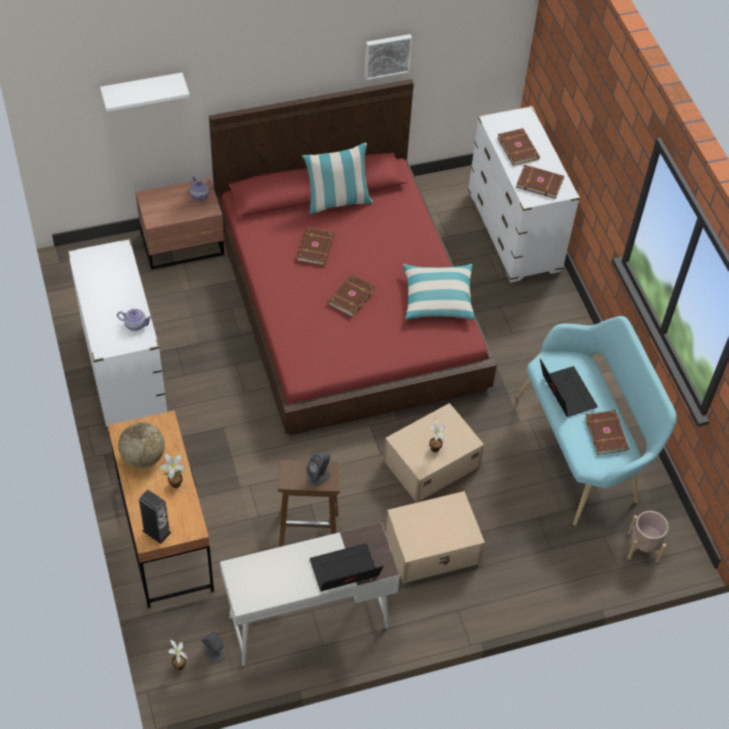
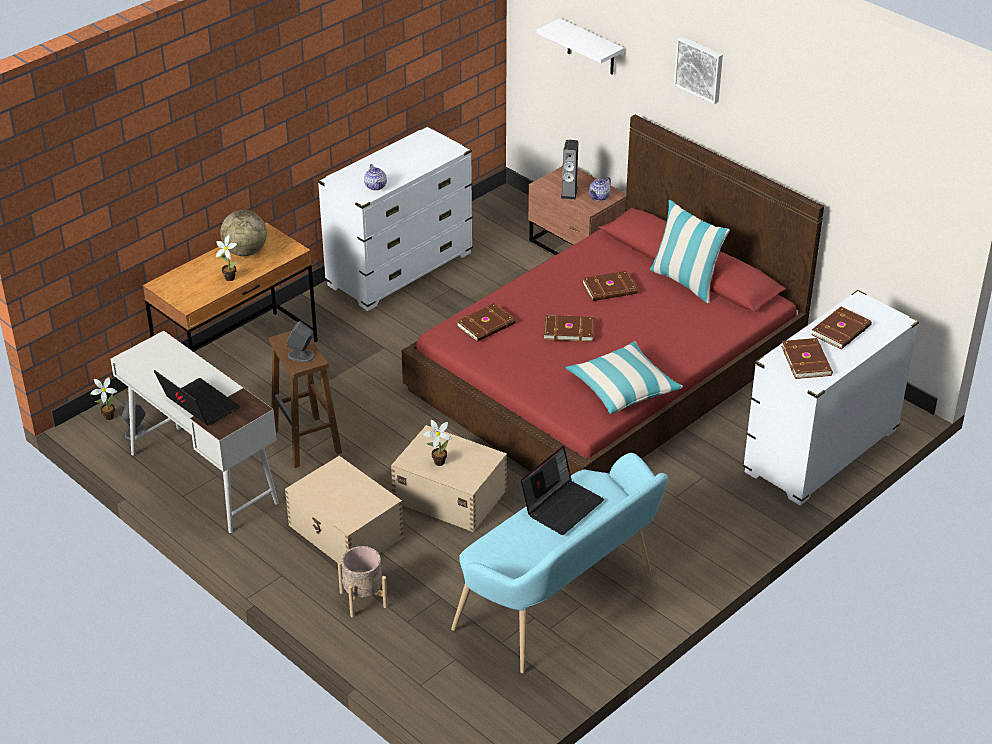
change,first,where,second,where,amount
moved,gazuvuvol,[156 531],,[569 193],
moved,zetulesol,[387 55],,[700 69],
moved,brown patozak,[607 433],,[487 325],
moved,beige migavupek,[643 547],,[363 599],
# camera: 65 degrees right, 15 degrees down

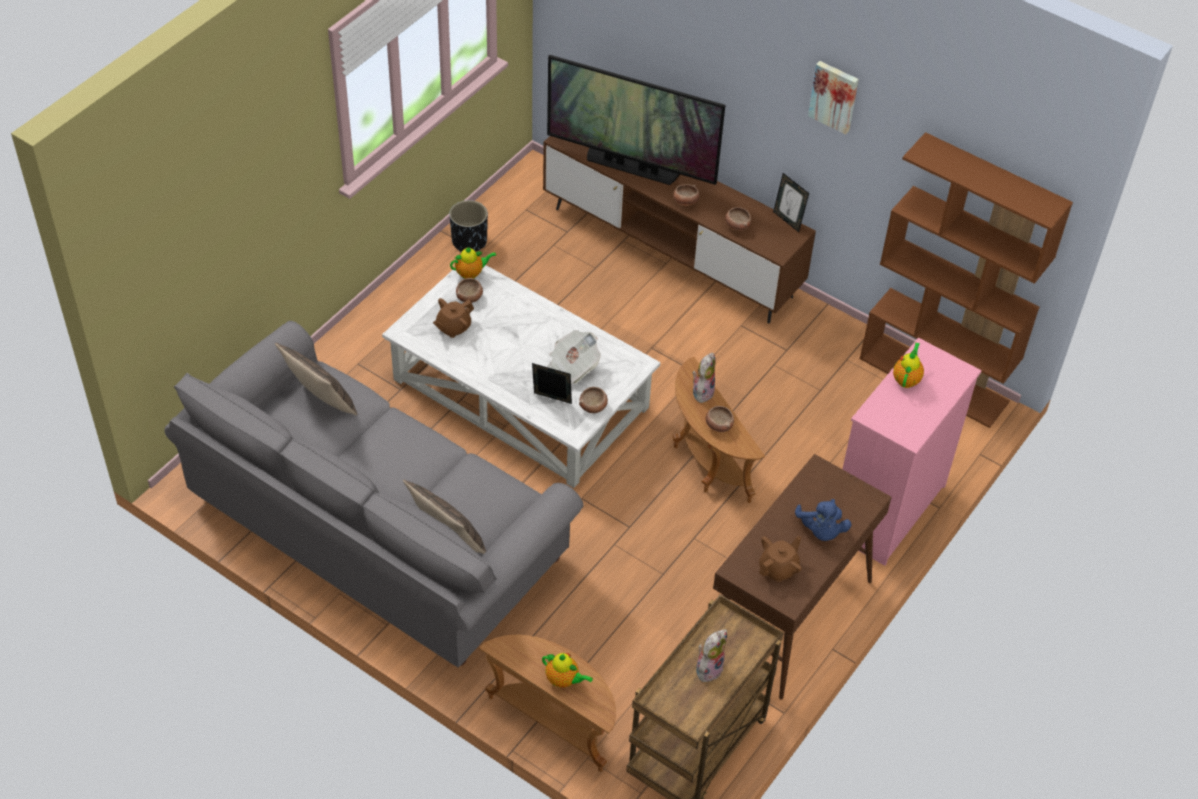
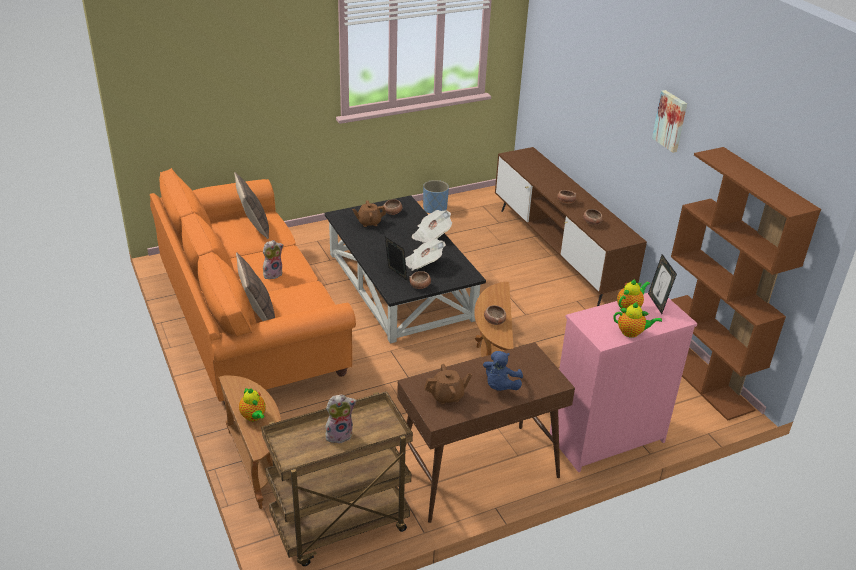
change,first,where,second,where,amount
removed,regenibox,[631 166],,,
added,,,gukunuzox,[431 236],
moved,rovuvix,[471 273],,[632 333],
moved,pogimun,[702 391],,[273 273],
moved,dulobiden,[788 220],,[657 303],
recoloured,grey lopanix,[378 528],orange lopanix,[251 318],
recoloured,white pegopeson,[518 394],black pegopeson,[398 285],
recoloured,black migavupek,[469 241],blue migavupek,[435 209],
# camera: 30 degrees right, 15 degrees down

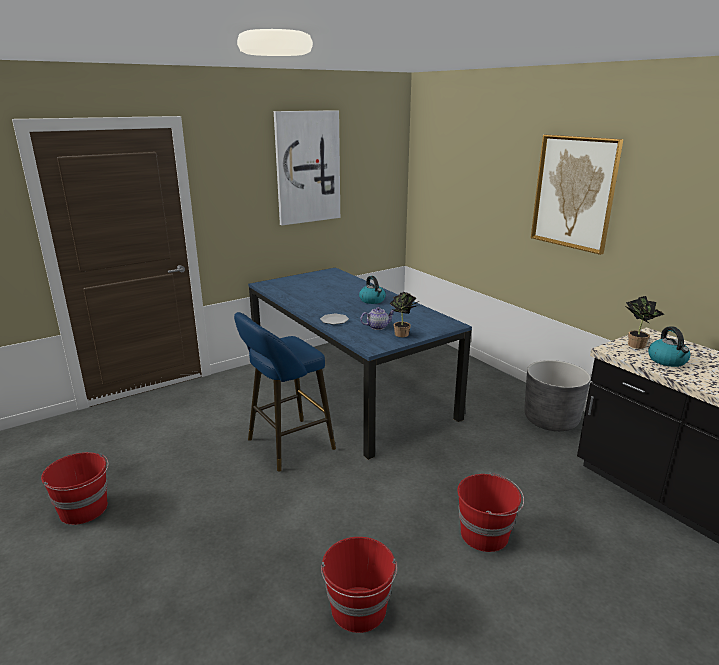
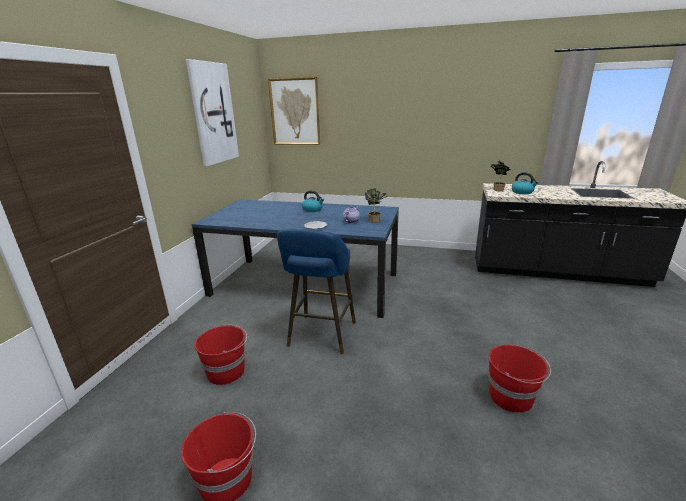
change,first,where,second,where,amount
removed,grey migavupek,[551 420],,,
moved,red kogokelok,[485 534],,[227 371],
moved,zetulesol,[574 193],,[295 112],
# camera: 40 degrees left, 0 degrees up

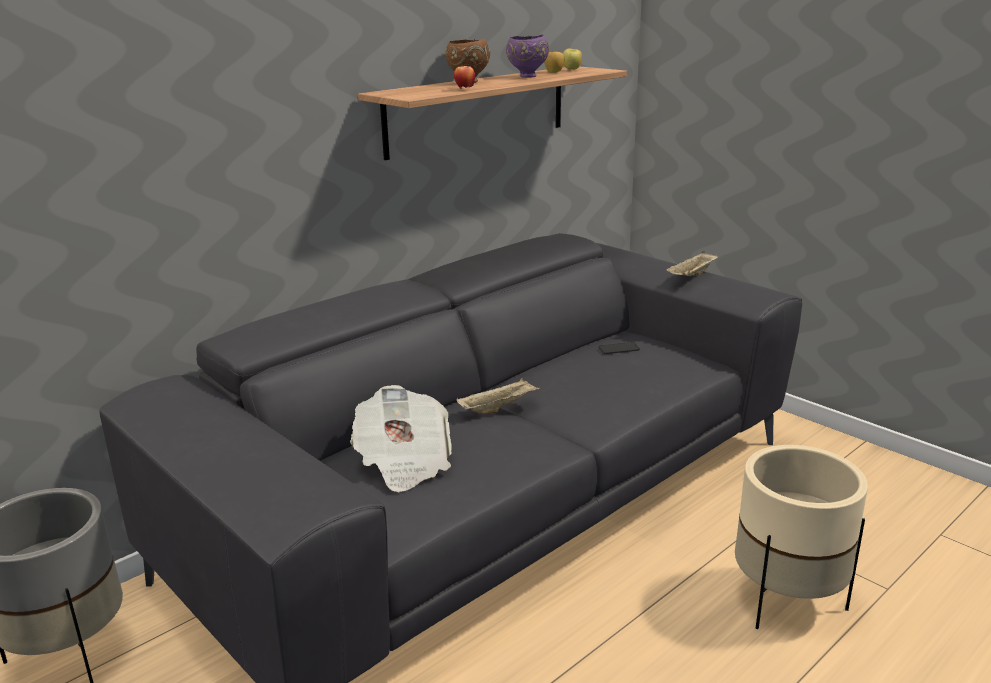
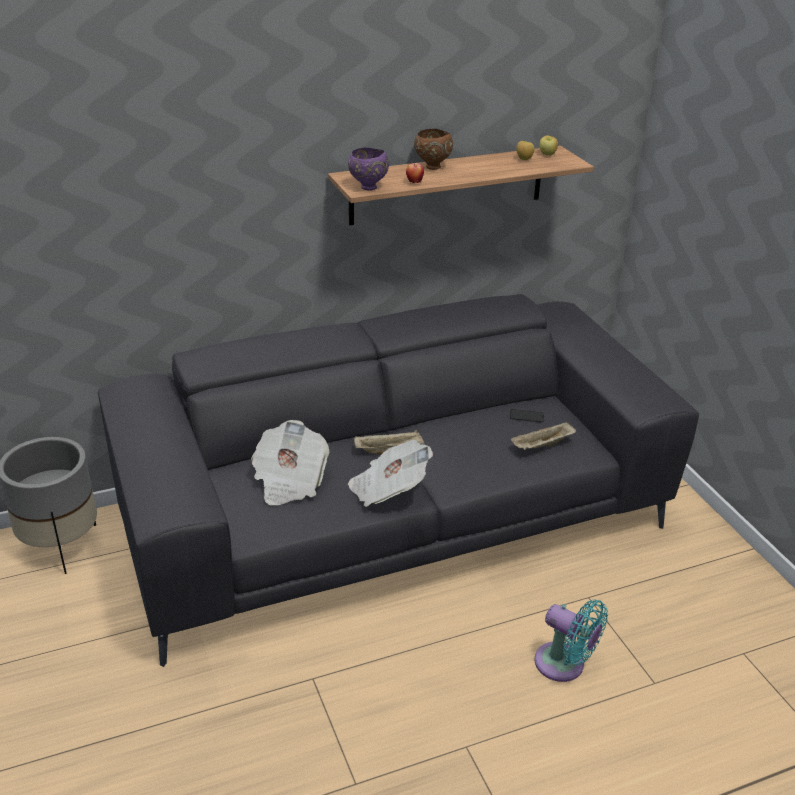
change,first,where,second,where,amount
added,,,gukunuzox,[388 489],
moved,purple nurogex,[526 76],,[367 187],
moved,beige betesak,[692 276],,[542 446],
replaced,beige migavupek,[787 600],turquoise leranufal,[564 665],
# camera: 20 degrees right, 10 degrees up

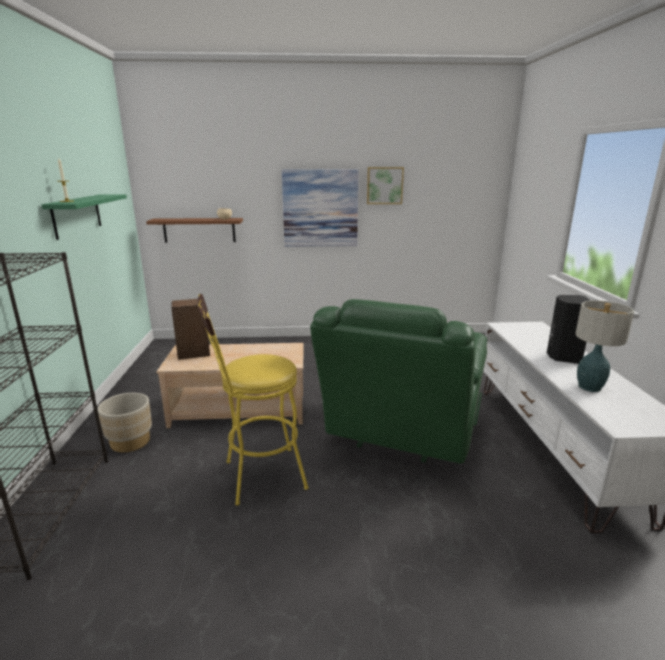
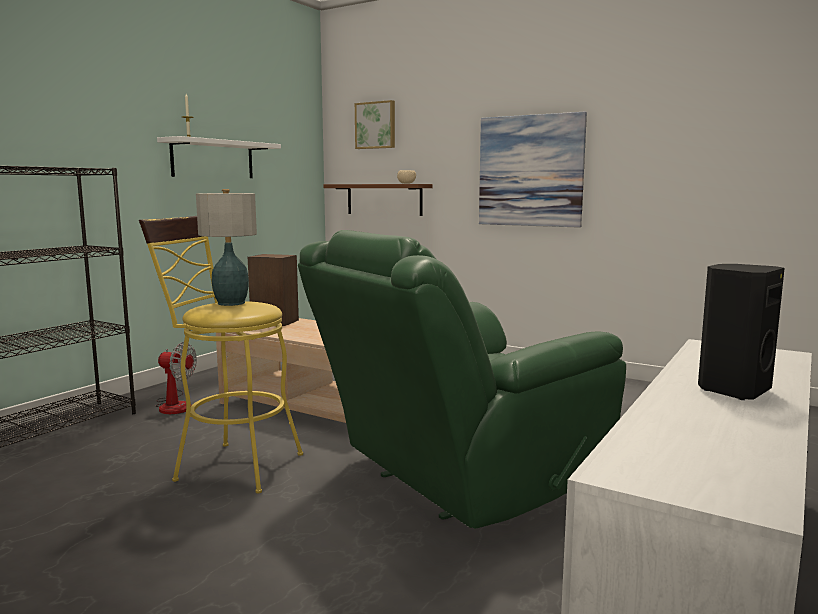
change,first,where,second,where,amount
moved,zetulesol,[384 185],,[376 125],
moved,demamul,[589 387],,[231 303],
replaced,beige migavupek,[130 442],leranufal,[174 405],
recoloured,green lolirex,[77 215],white lolirex,[213 159],
# camera: 35 degrees right, 10 degrees down

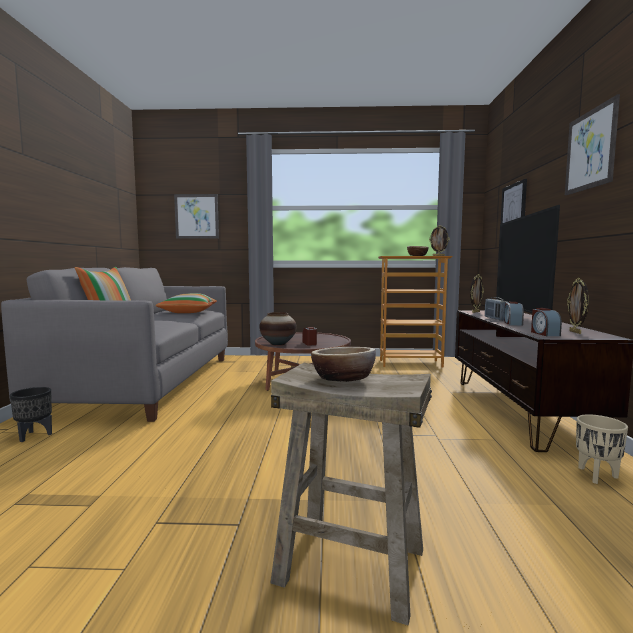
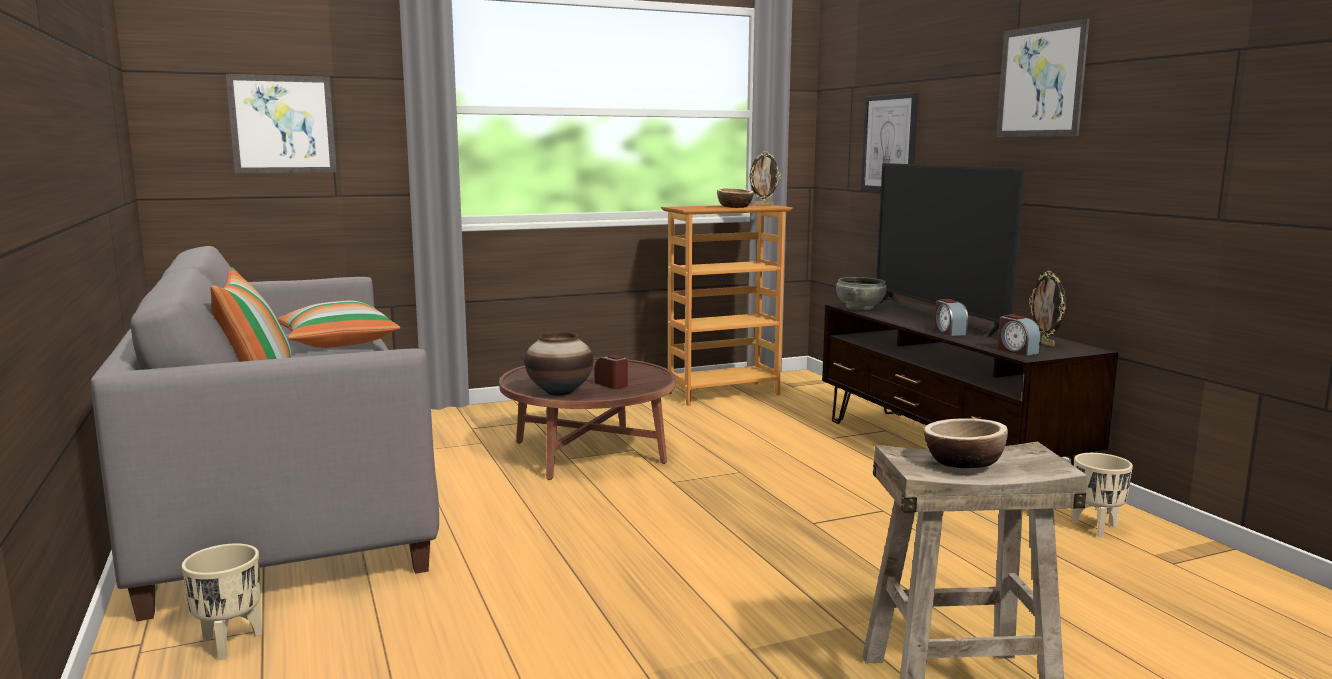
change,first,where,second,where,amount
removed,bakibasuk,[495 319],,,
replaced,dulobiden,[475 312],grey nurogex,[859 307],
recoloured,black migavupek,[34 435],beige migavupek,[229 643],
# camera: 25 degrees left, 5 degrees up

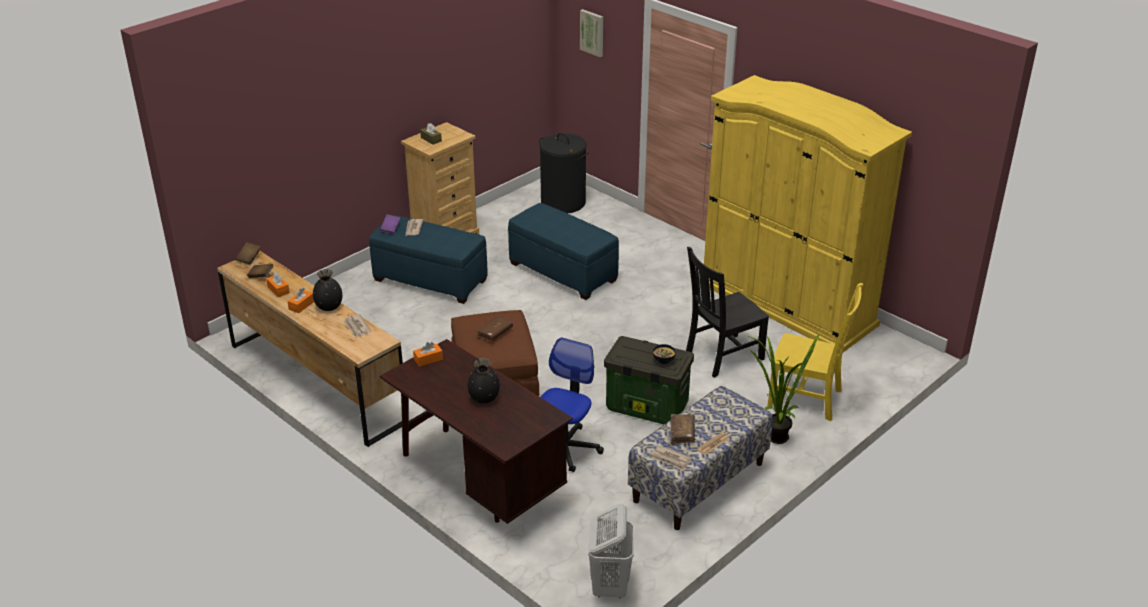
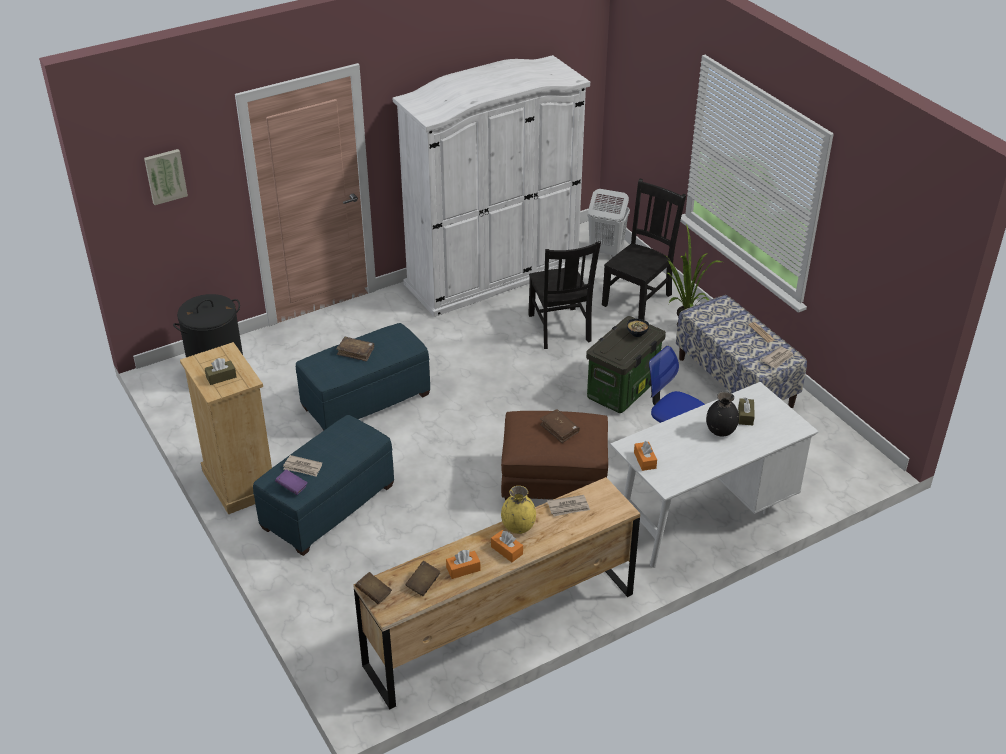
change,first,where,second,where,amount
added,,,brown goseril,[745 416],
moved,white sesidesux,[610 586],,[605 252],
moved,brown patozak,[682 433],,[356 352],
recoloured,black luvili,[329 307],yellow luvili,[518 526],
recoloured,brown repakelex,[478 480],white repakelex,[704 517],
recoloured,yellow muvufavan,[787 303],white muvufavan,[493 275],
recoloured,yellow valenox,[807 399],black valenox,[638 298],
# camera: 75 degrees left, 5 degrees up

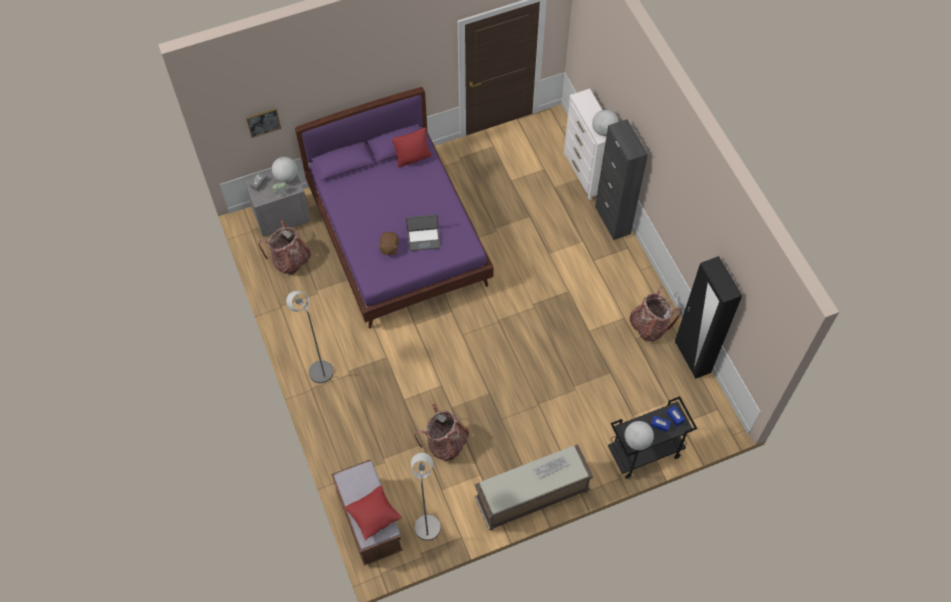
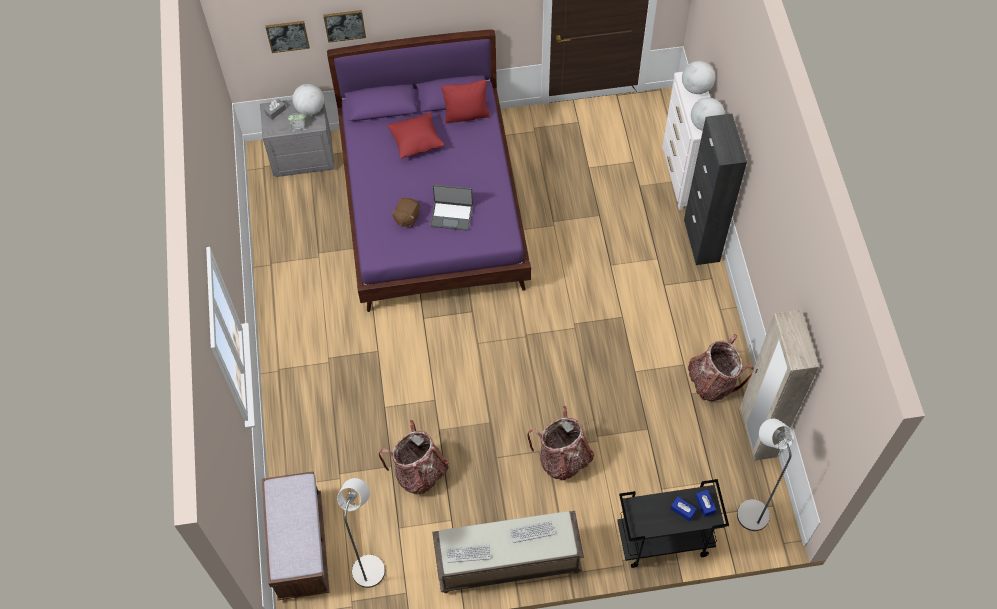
change,first,where,second,where,amount
added,,,zetulesol,[344 25],
added,,,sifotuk,[468 553],
moved,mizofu,[290 260],,[563 458],
moved,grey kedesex,[318 368],,[750 509],
moved,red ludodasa,[374 516],,[416 143],
moved,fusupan,[637 441],,[696 88],
recoloured,black muvufavan,[692 357],beige muvufavan,[757 433],
# camera: 15 degrees right, 0 degrees up

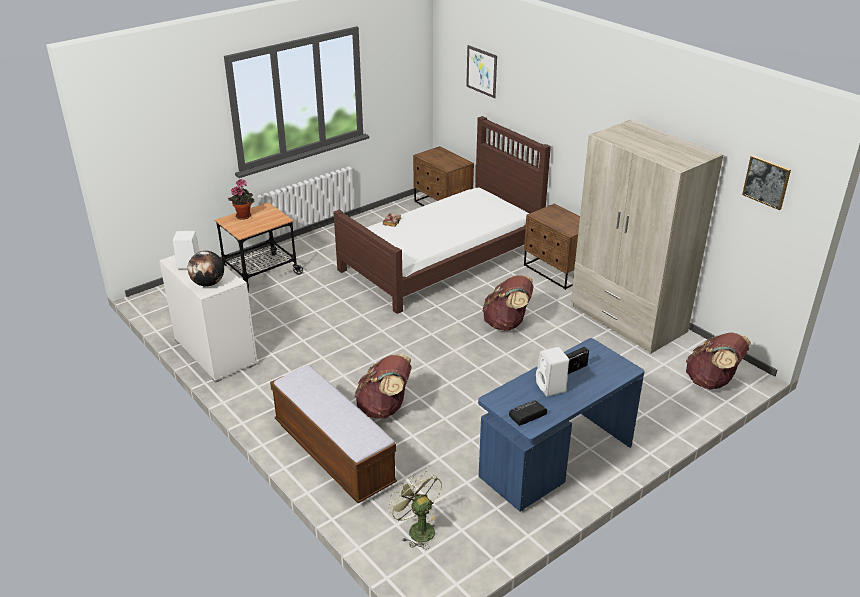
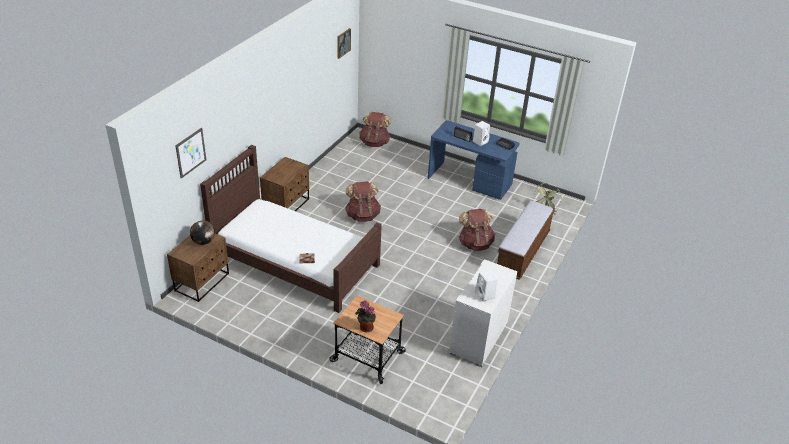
change,first,where,second,where,amount
removed,beige muvufavan,[627 319],,,
moved,fusupan,[208 284],,[203 242],
# camera: 115 degrees left, 5 degrees up

